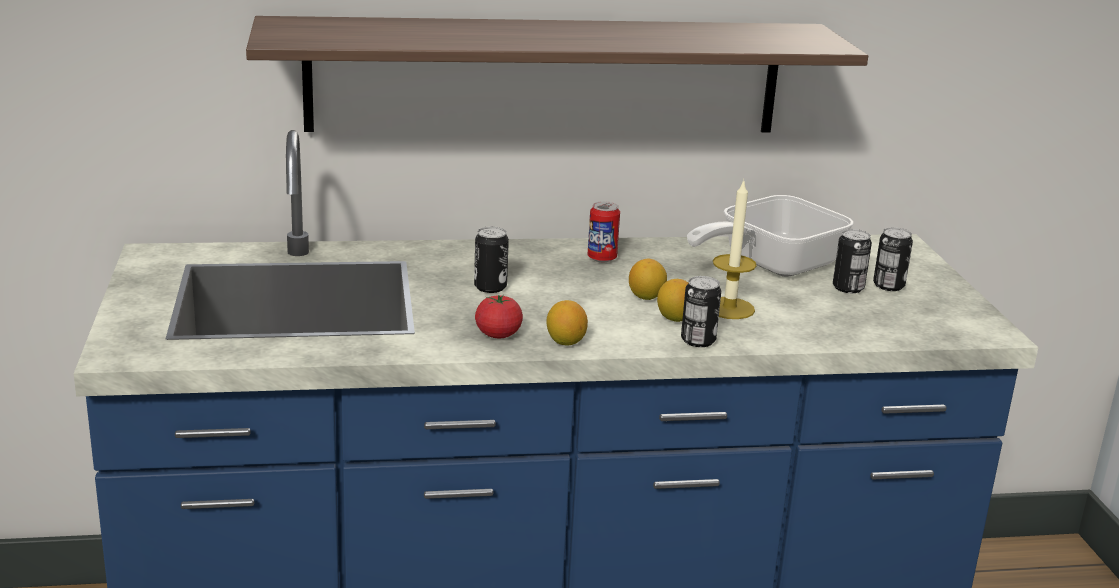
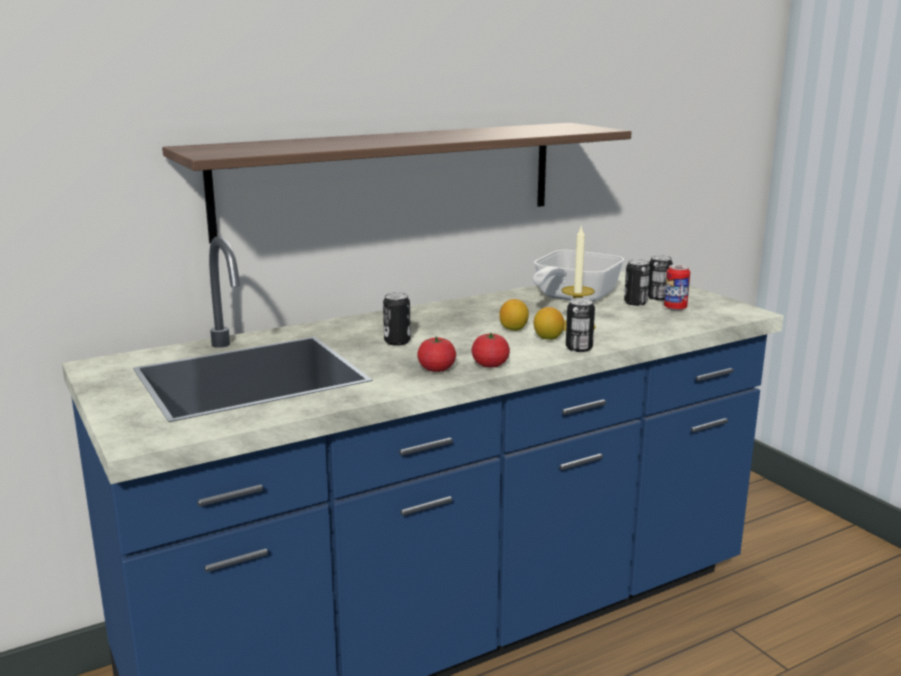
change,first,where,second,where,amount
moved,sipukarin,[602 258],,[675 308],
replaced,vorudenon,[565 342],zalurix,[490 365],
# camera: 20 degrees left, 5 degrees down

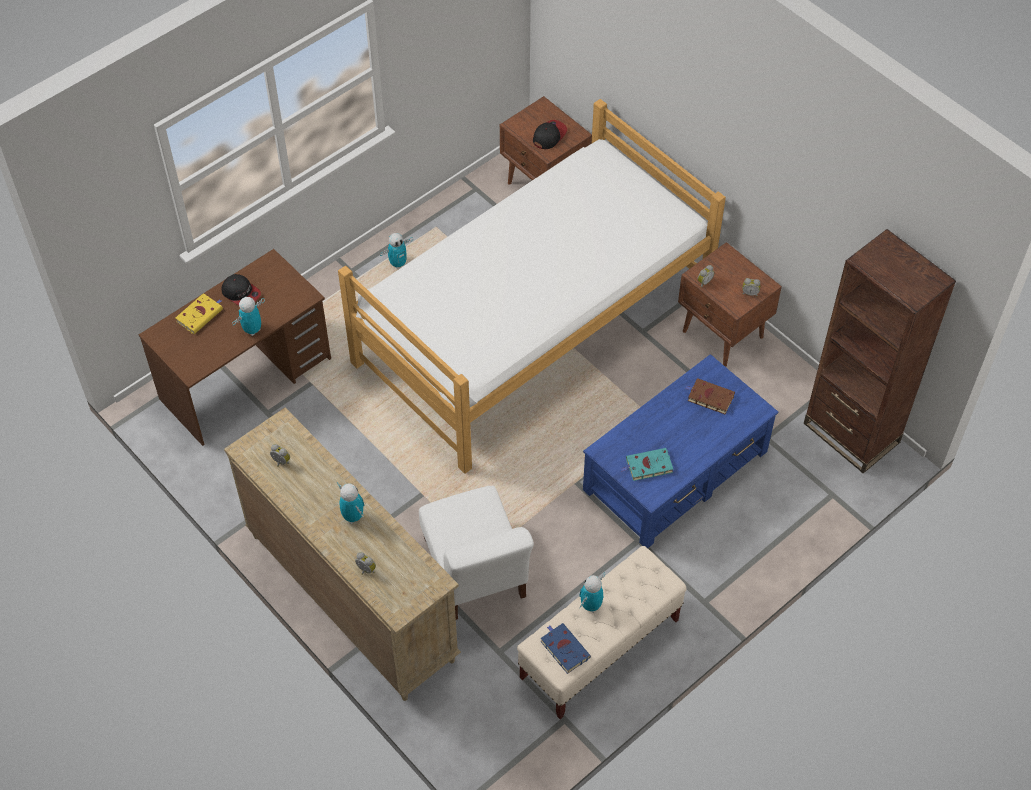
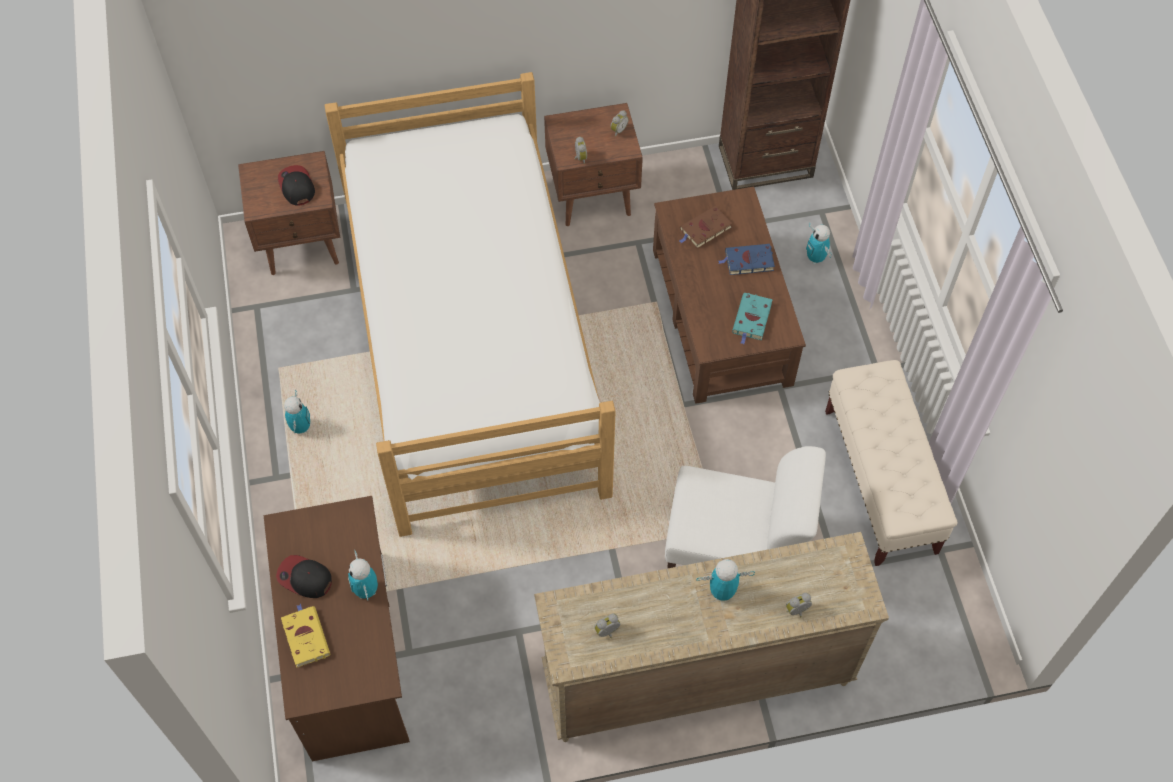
change,first,where,second,where,amount
moved,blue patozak,[564 648],,[747 261],
moved,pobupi,[591 605],,[815 258],
recoloured,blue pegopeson,[677 470],brown pegopeson,[722 315],
turned,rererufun,[241 293],,[304 578],135 degrees counterclockwise
# camera: 60 degrees left, 5 degrees up

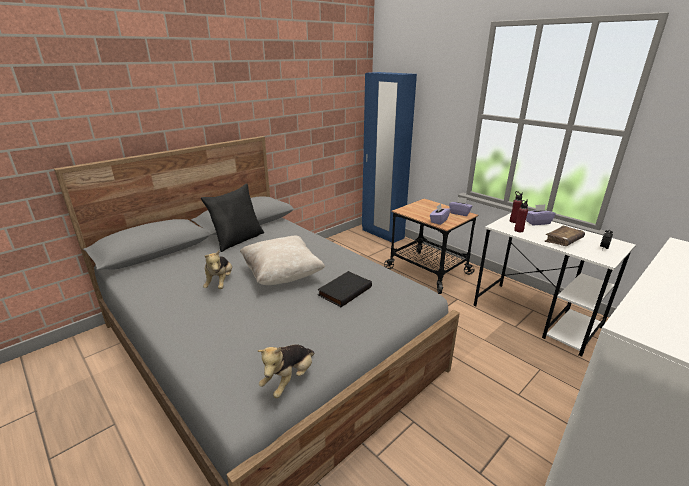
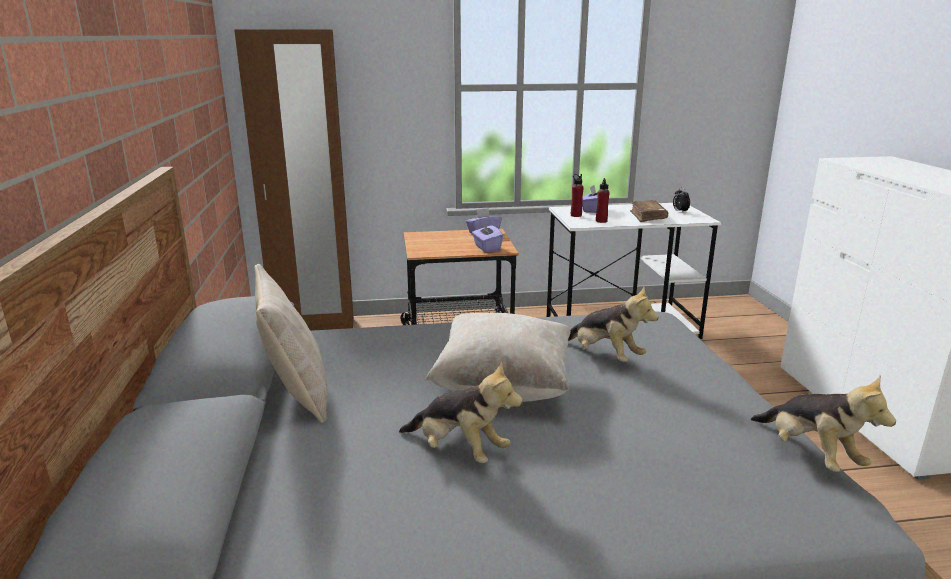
change,first,where,second,where,amount
replaced,black patozak,[344 290],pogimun,[604 356],
recoloured,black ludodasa,[238 240],beige ludodasa,[296 393],
recoloured,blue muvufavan,[382 234],brown muvufavan,[313 327],
# camera: 55 degrees left, 5 degrees down

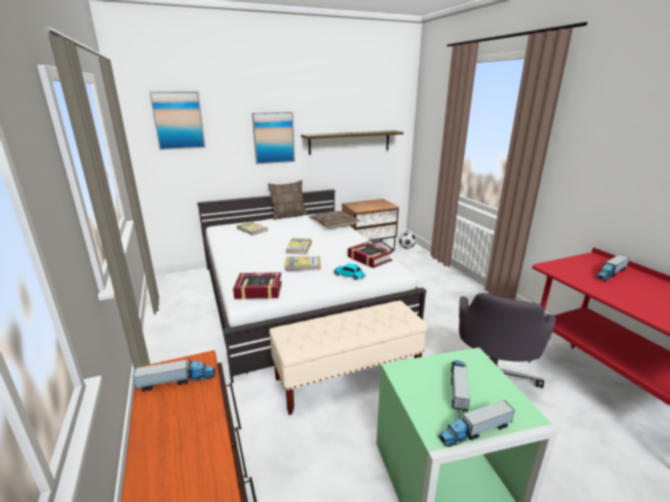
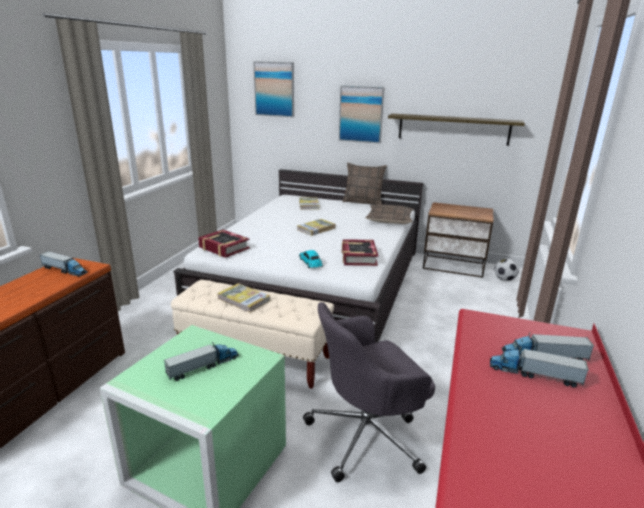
change,first,where,second,where,amount
moved,patozak,[303 265],,[244 299],
moved,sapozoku,[474 431],,[534 374],
# camera: 40 degrees right, 0 degrees up

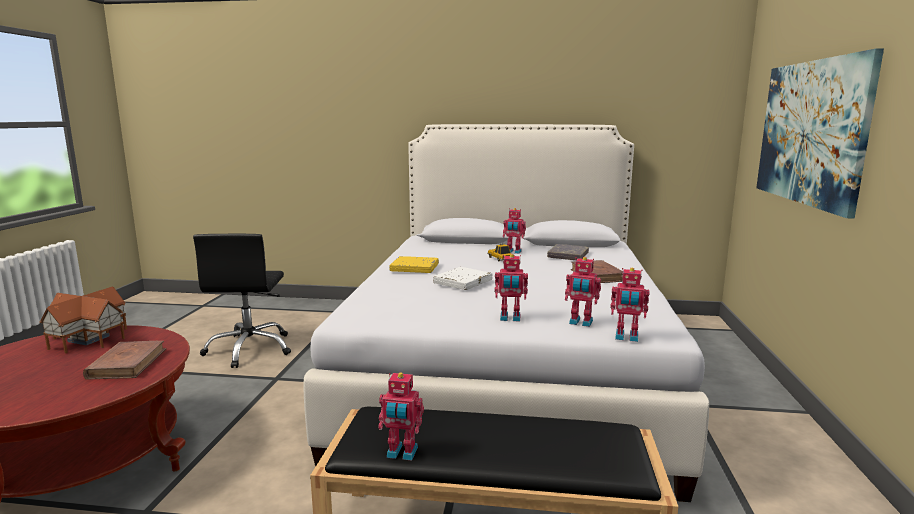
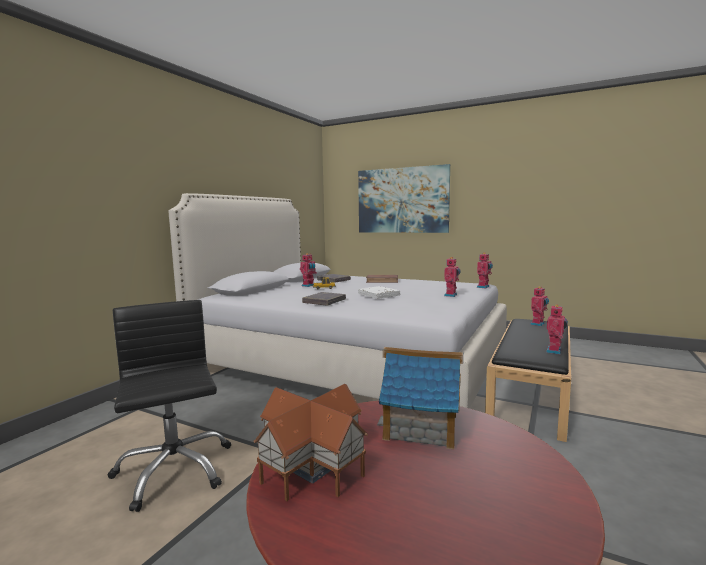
change,first,where,second,where,amount
moved,pobupi,[580 323],,[538 324],
replaced,brown patozak,[127 363],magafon,[421 426],
recoloured,yellow patozak,[414 268],grey patozak,[324 301],
turned,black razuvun,[250 349],,[173 470],135 degrees counterclockwise
# camera: 70 degrees left, 5 degrees down

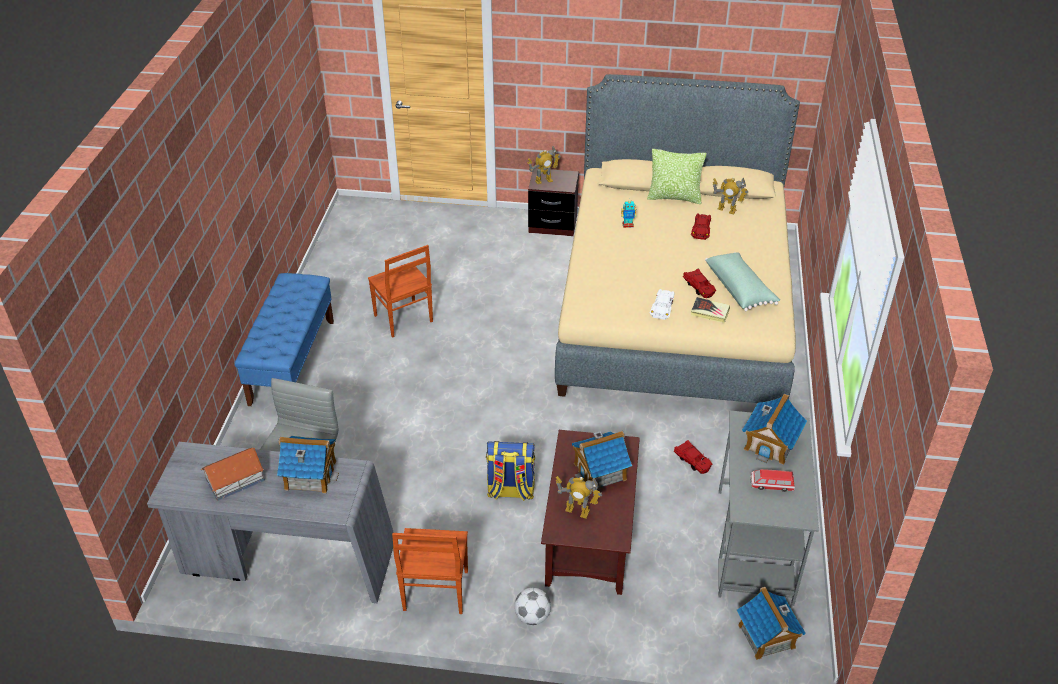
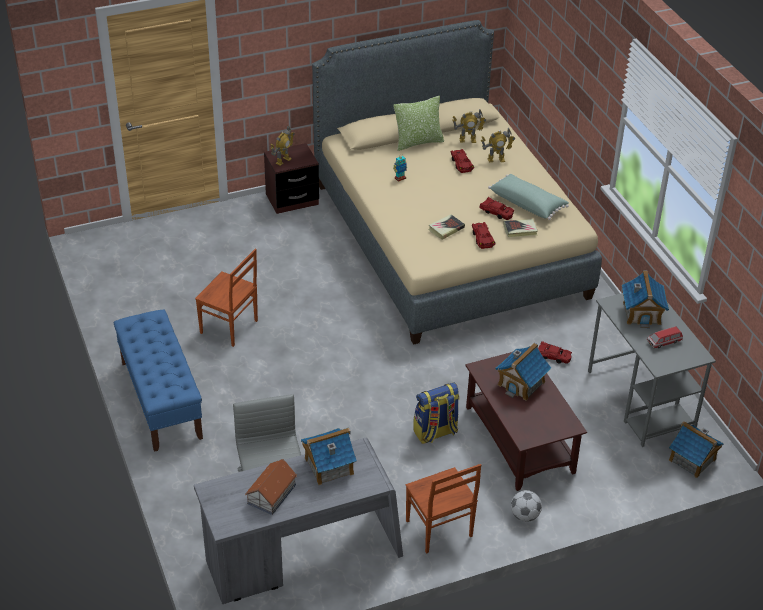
change,first,where,second,where,amount
added,,,patozak,[446 229],
moved,pobupi,[577 511],,[496 160],
recoloured,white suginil,[662 307],red suginil,[482 238],
# camera: 30 degrees left, 0 degrees up

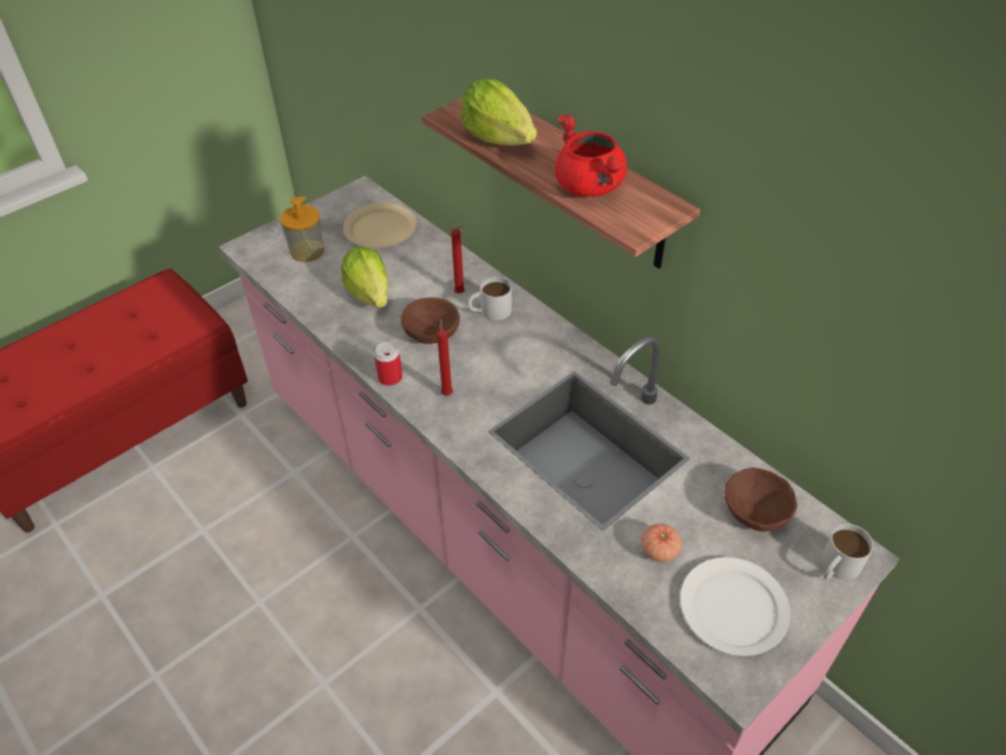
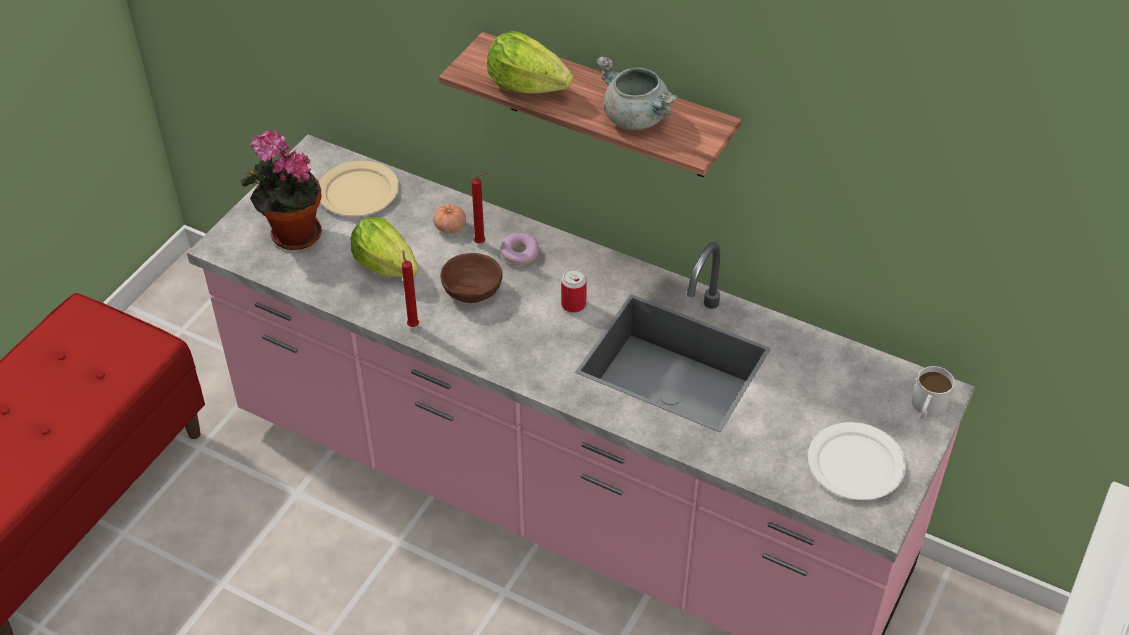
change,first,where,second,where,amount
removed,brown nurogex,[755 512],,,
moved,sipukarin,[390 377],,[573 304],
moved,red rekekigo,[447 393],,[413 324],
moved,zalurix,[659 550],,[450 227],
replaced,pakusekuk,[307 251],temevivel,[291 235],
replaced,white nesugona,[489 311],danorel,[519 254],
recoloured,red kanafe,[590 187],grey kanafe,[636 118],
# camera: 20 degrees left, 0 degrees up

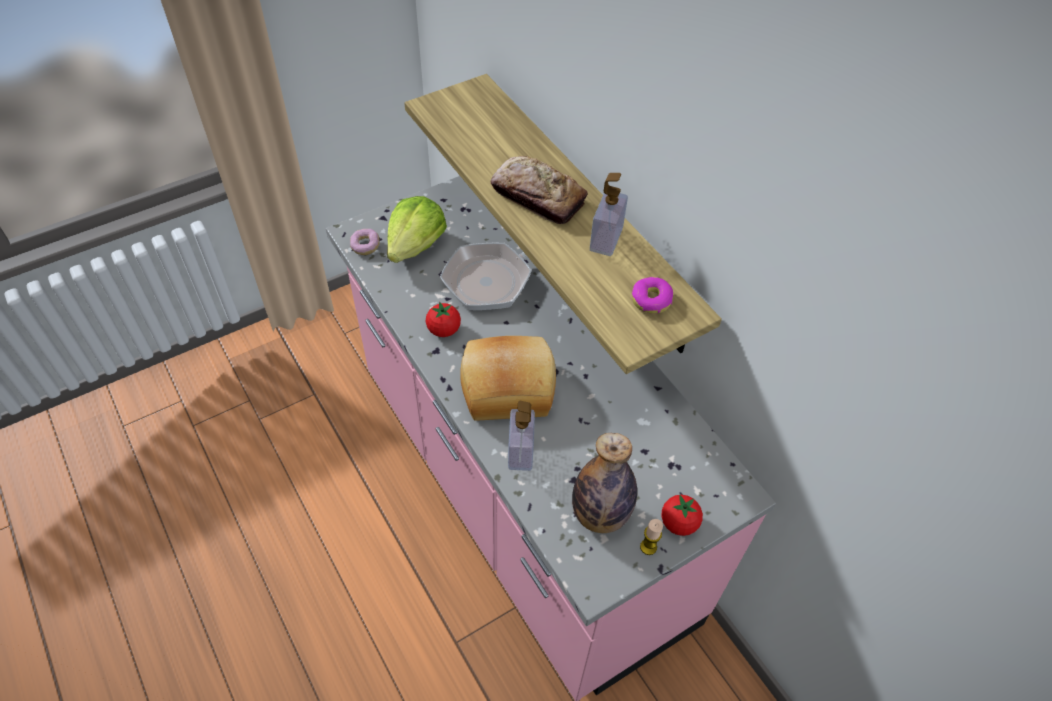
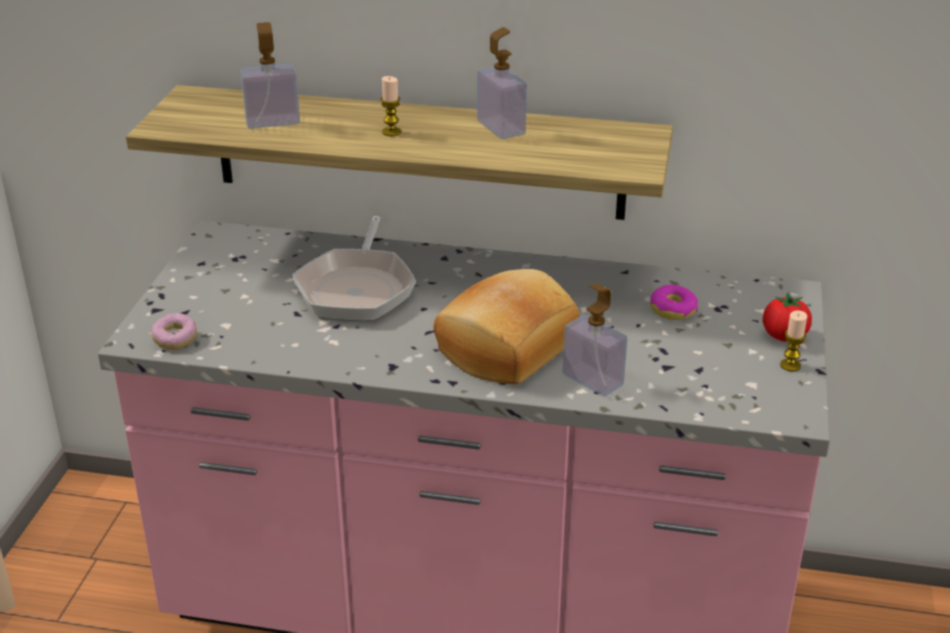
change,first,where,second,where,amount
removed,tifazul,[416 245],,,
removed,zalurix,[444 330],,,
removed,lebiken,[600 514],,,
added,,,pakusekuk,[272 121],
moved,danorel,[651 300],,[673 309],
replaced,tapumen,[538 197],rekekigo,[391 132],
# camera: 45 degrees left, 20 degrees down

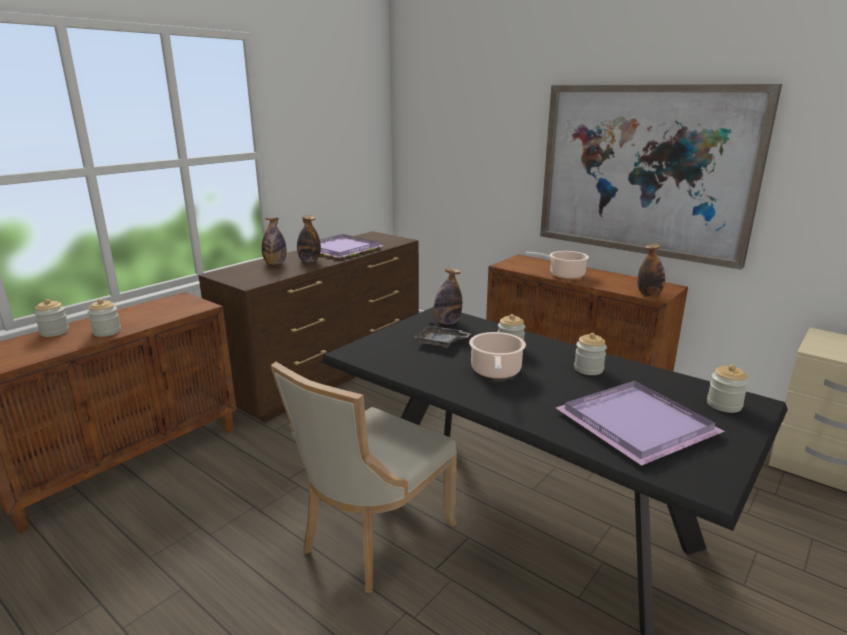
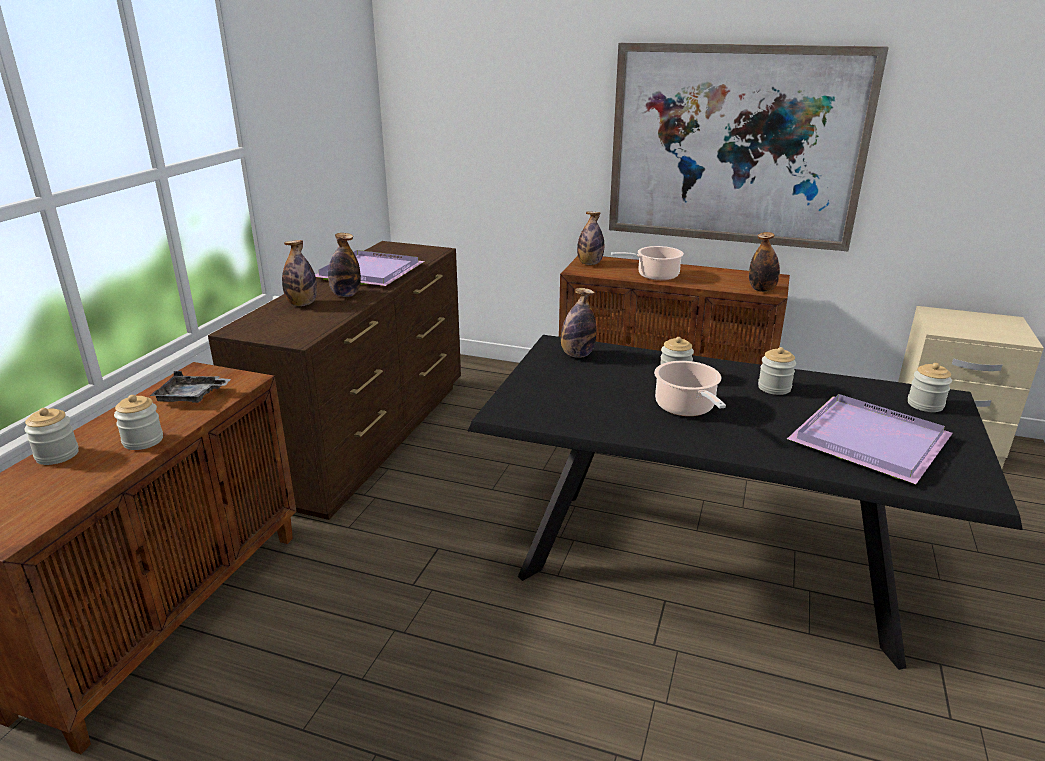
change,first,where,second,where,amount
removed,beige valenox,[372 538],,,
added,,,lebiken,[589 264],
moved,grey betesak,[440 343],,[191 396],
# camera: 20 degrees left, 5 degrees up

